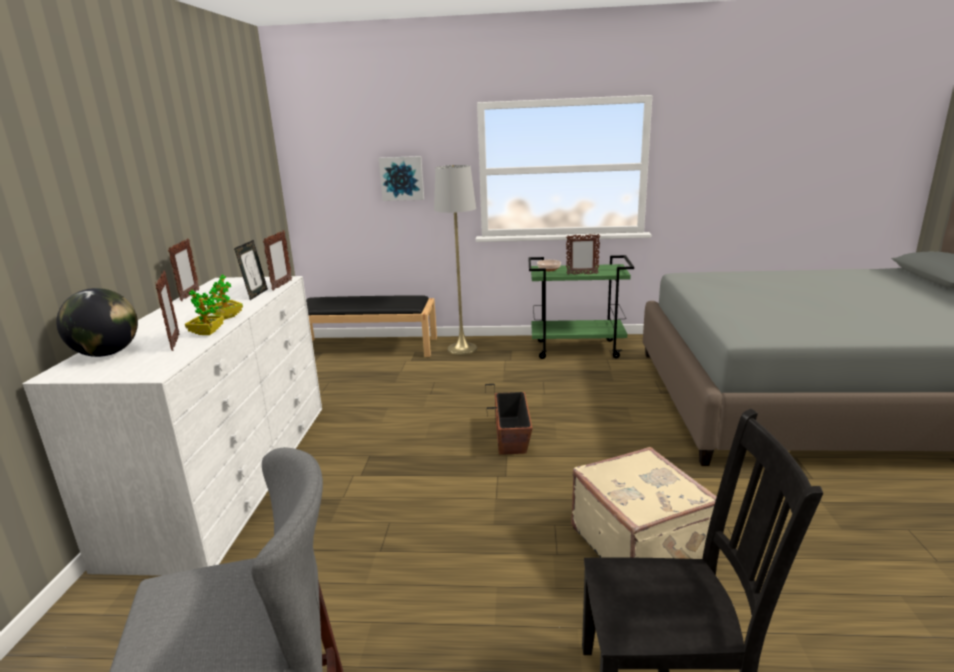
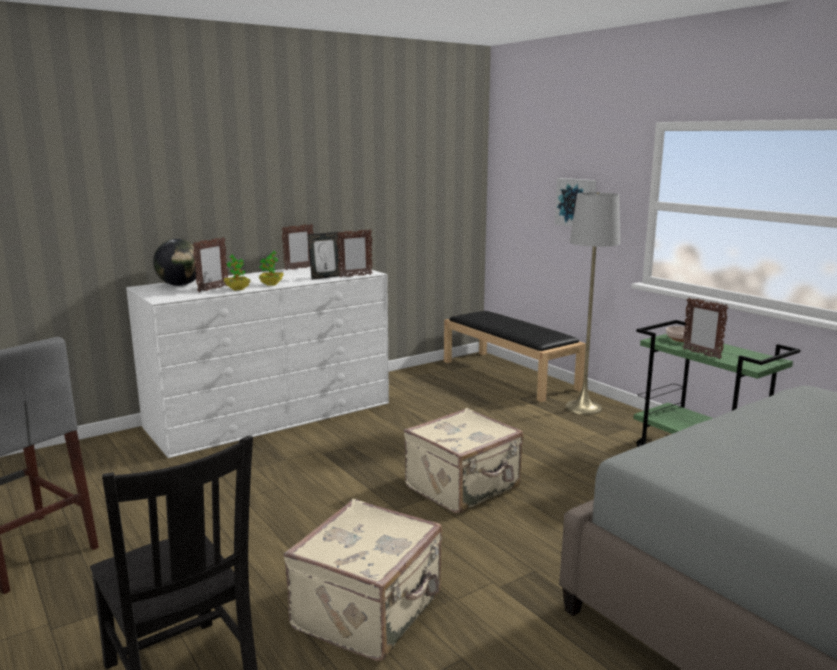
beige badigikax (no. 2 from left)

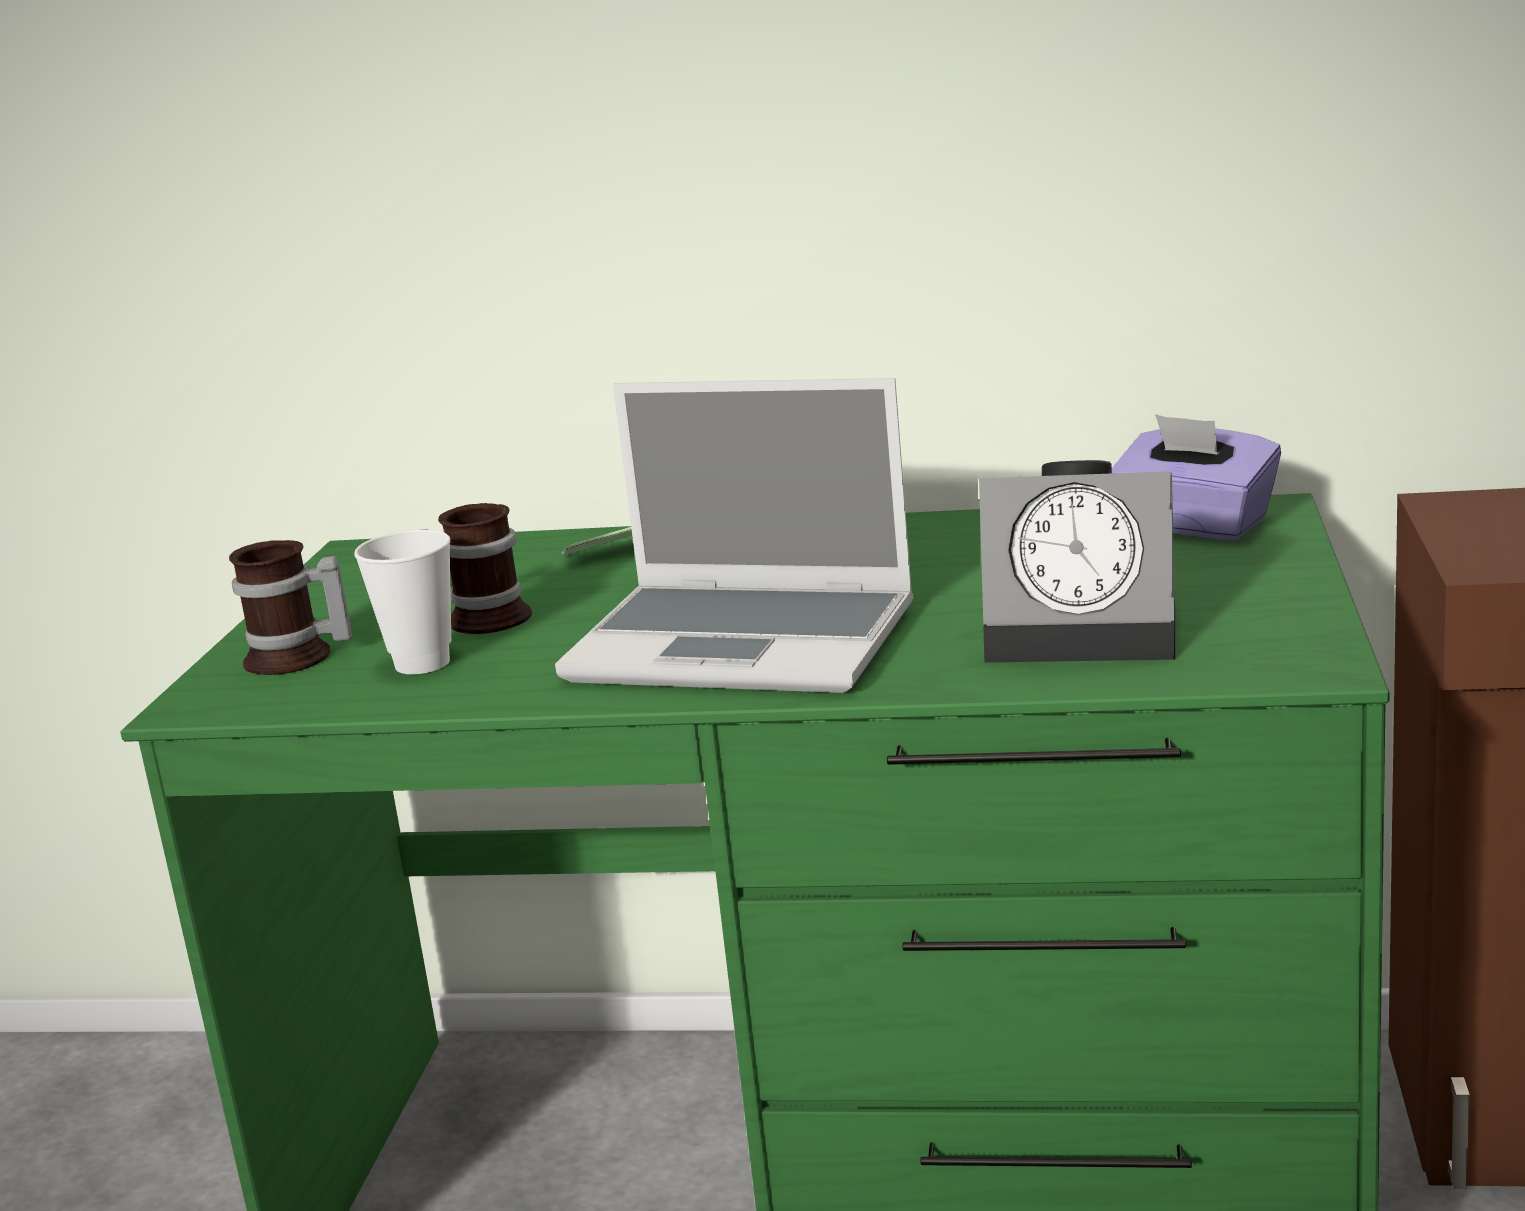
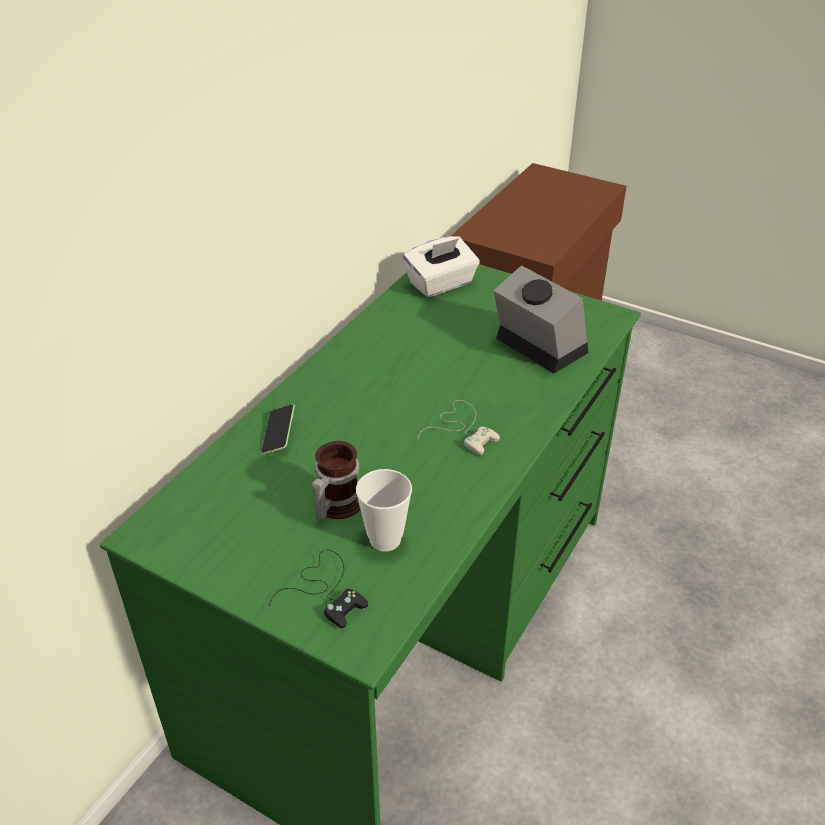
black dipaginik
white dipaginik
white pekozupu
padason

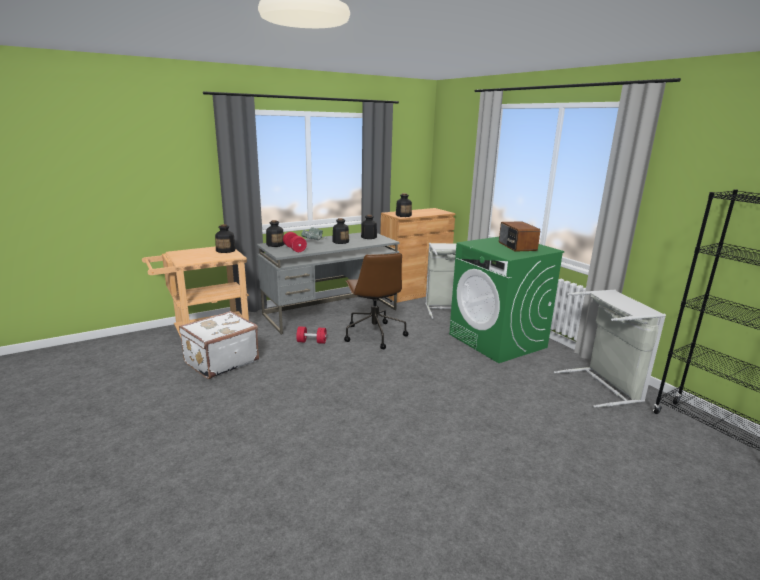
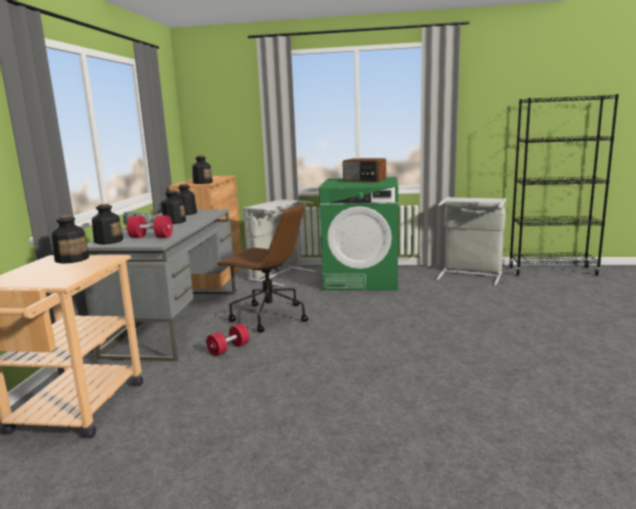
white badigikax

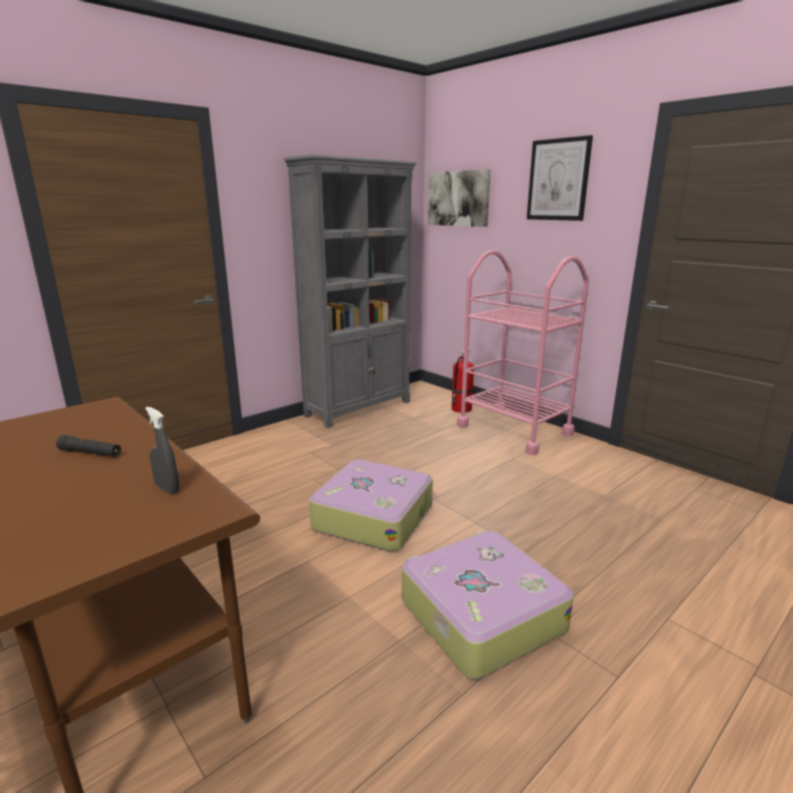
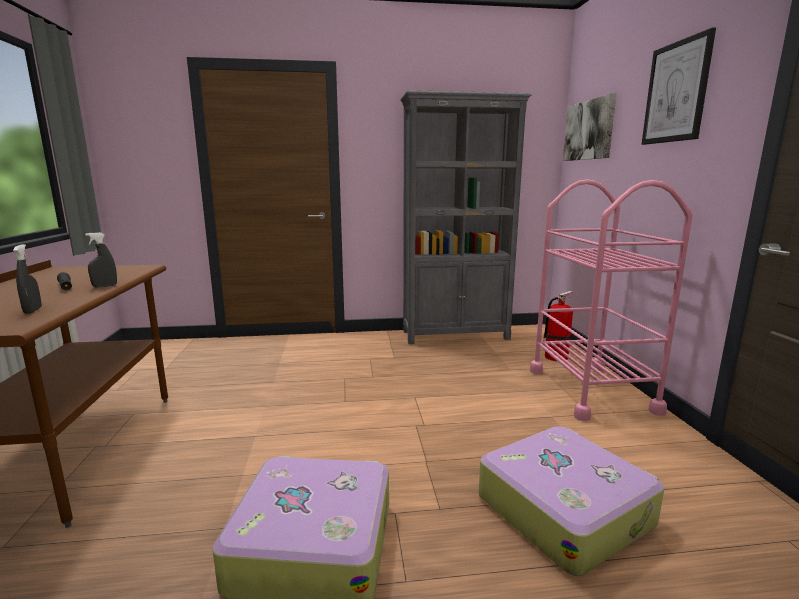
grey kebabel (no. 2 from left)
badigikax (no. 2 from left)

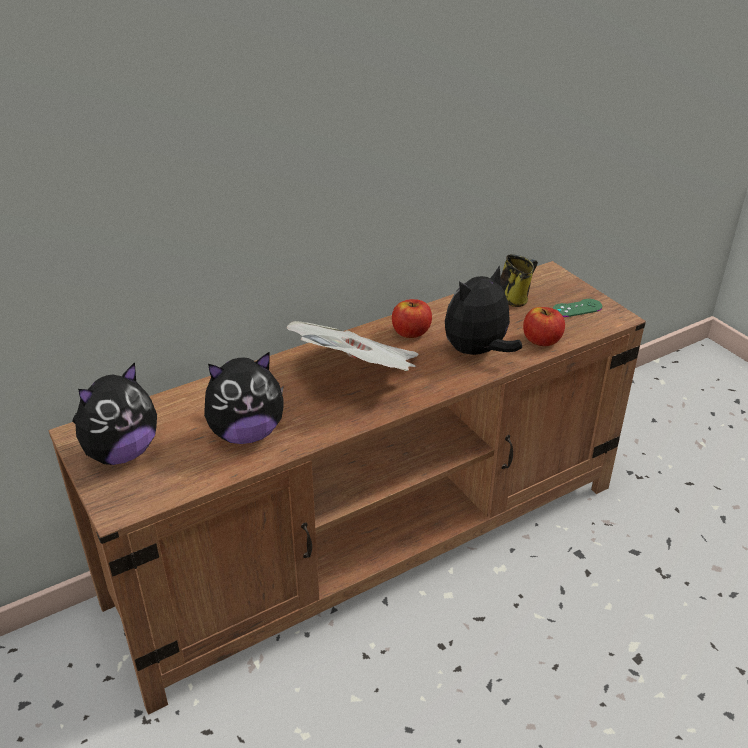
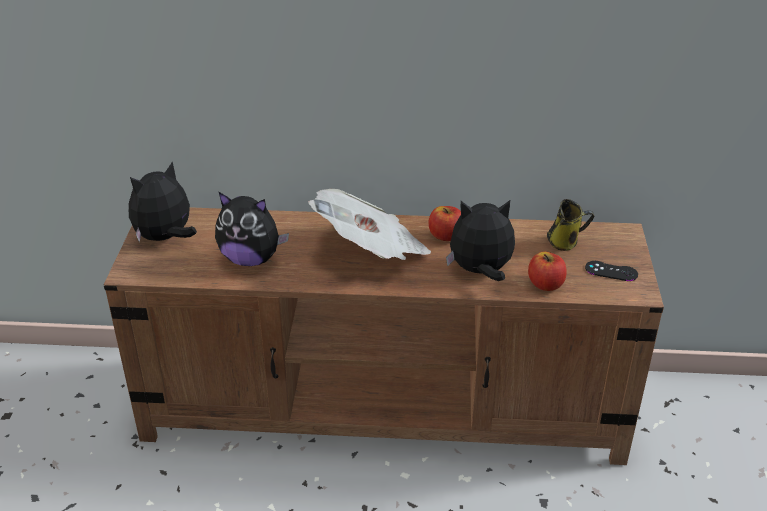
black dipaginik
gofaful (no. 1 from left)

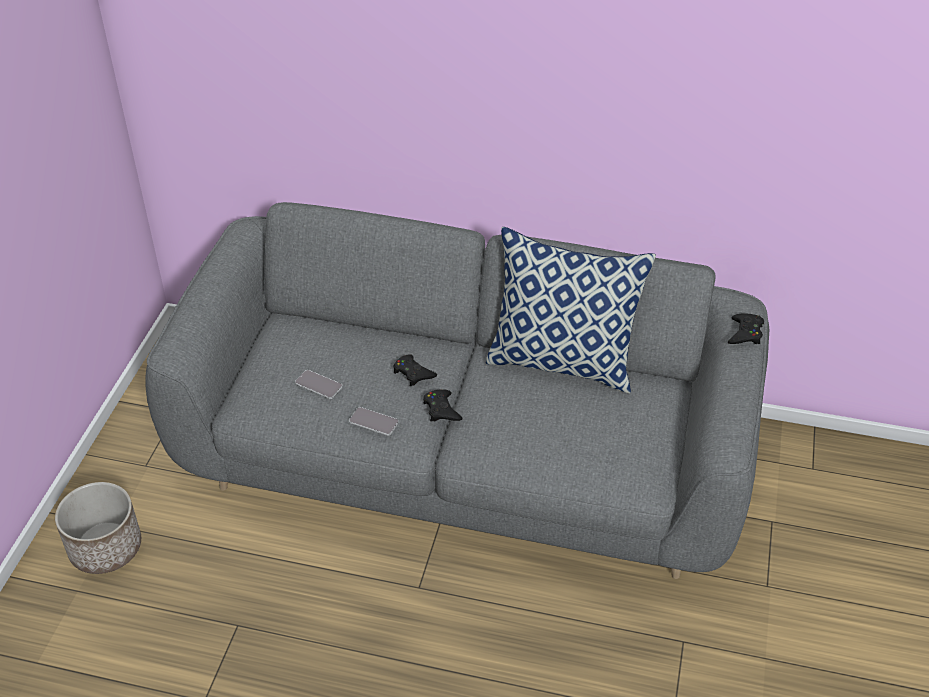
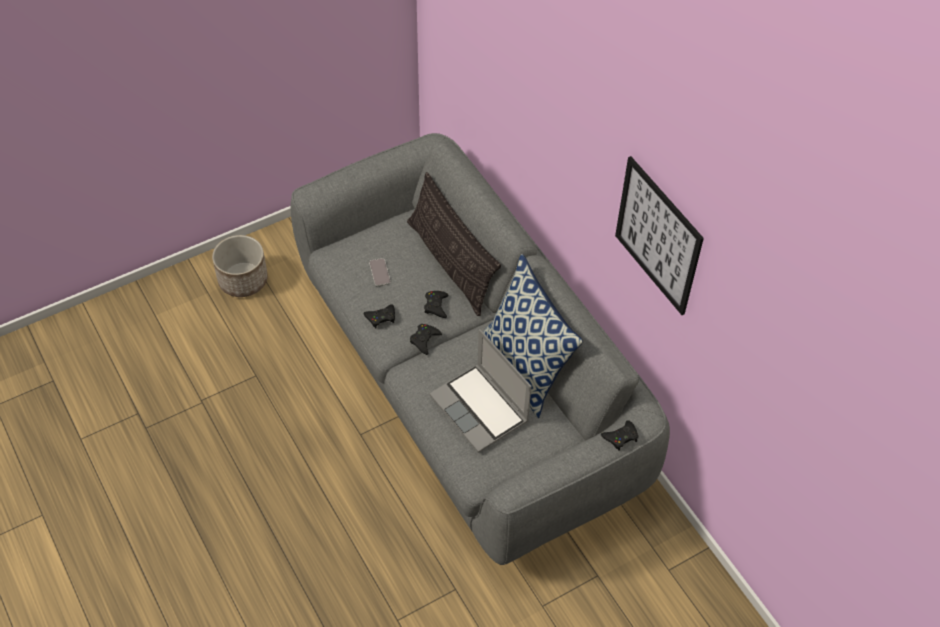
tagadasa (no. 1 from left)
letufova
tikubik
black dipaginik (no. 1 from left)

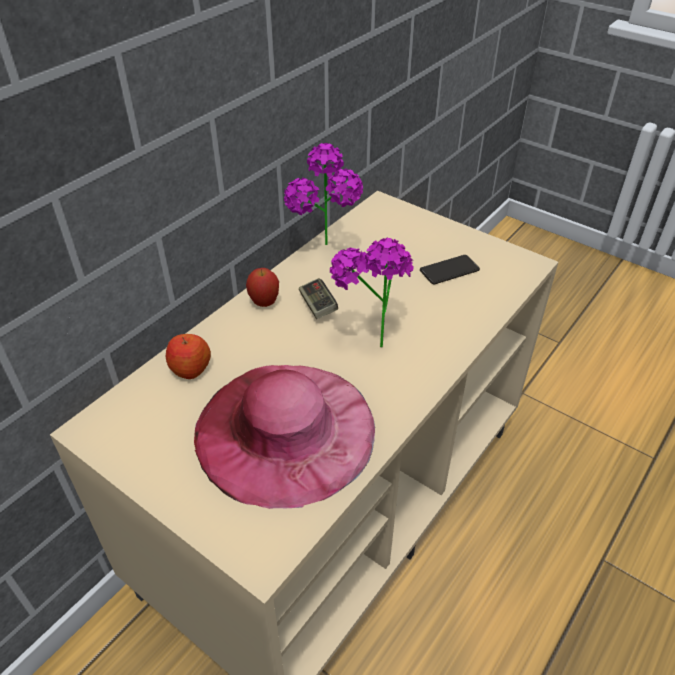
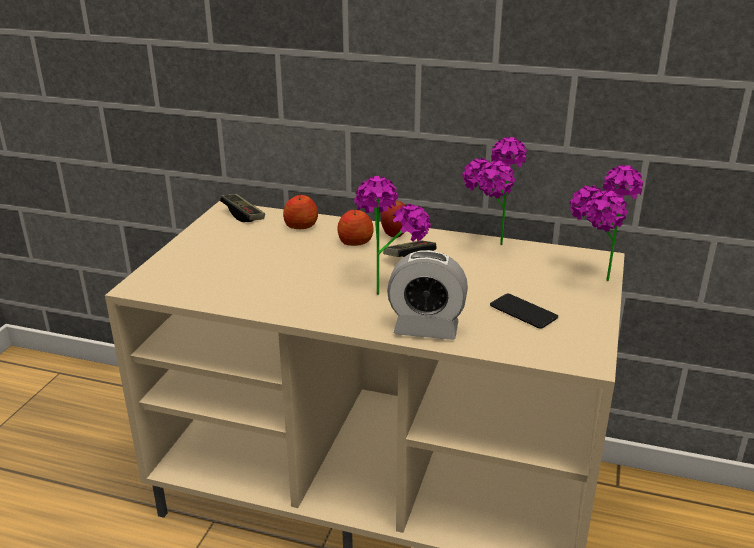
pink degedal
dipaginik (no. 1 from left)
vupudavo (no. 2 from left)
padason
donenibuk (no. 3 from left)

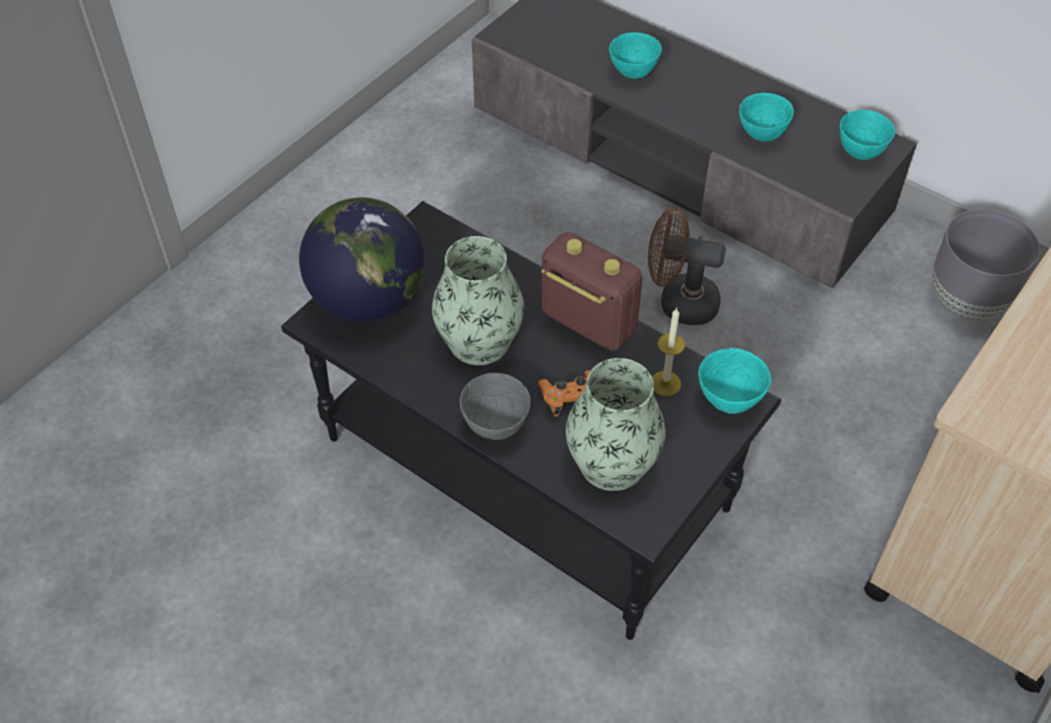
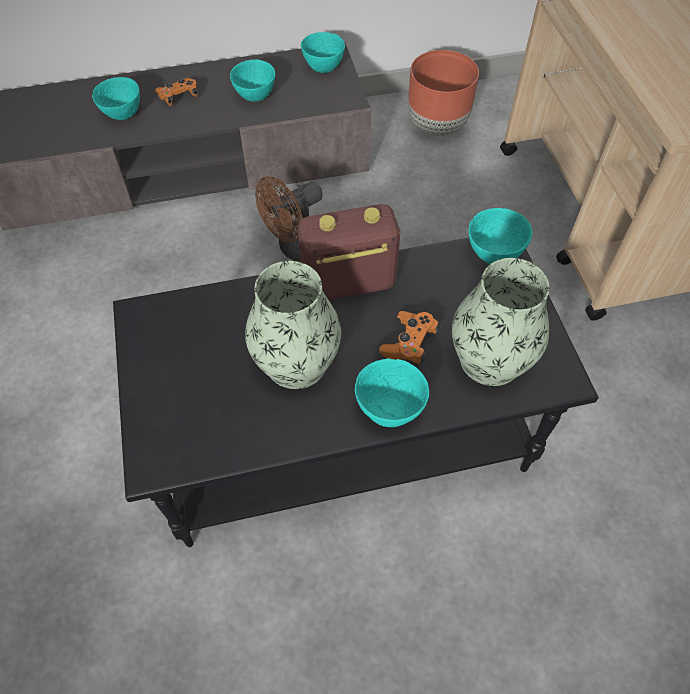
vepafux
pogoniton
orange dipaginik (no. 1 from left)
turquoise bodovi (no. 4 from left)
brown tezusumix

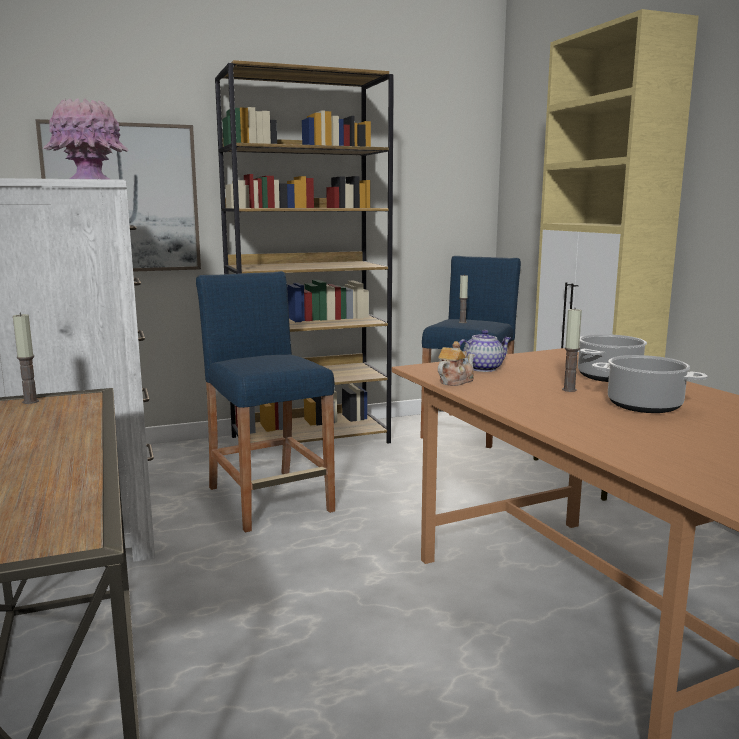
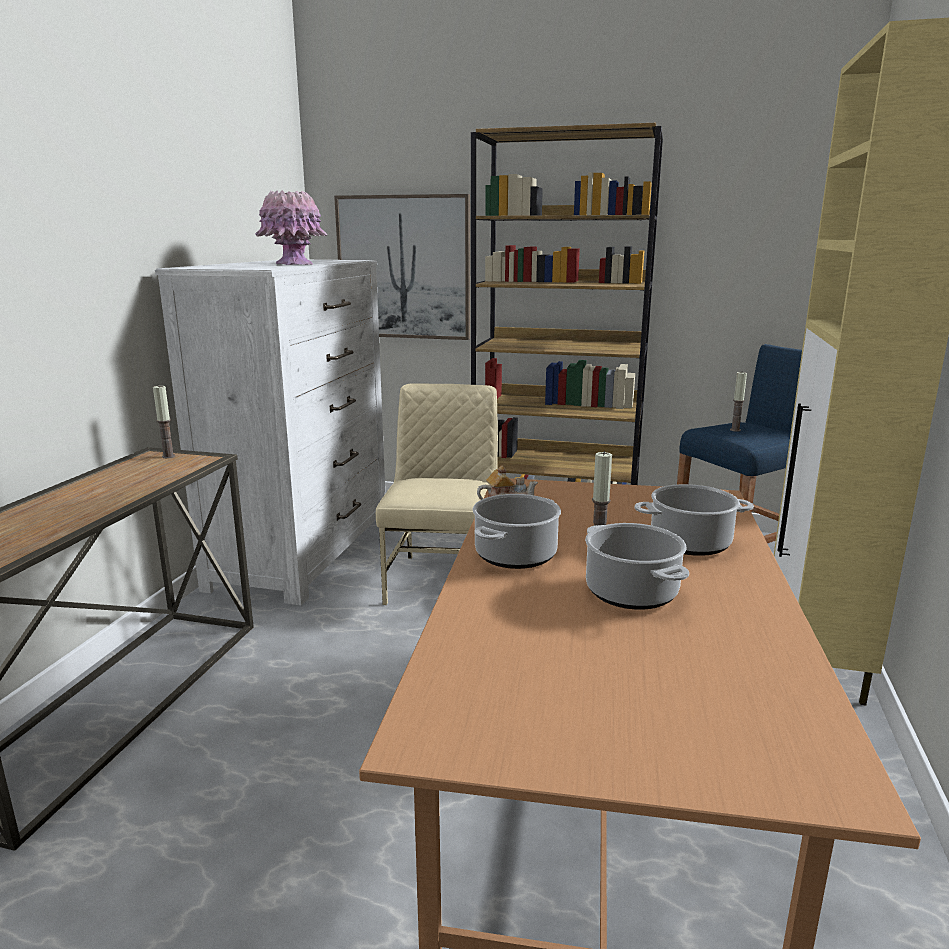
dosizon (no. 2 from left in the first image)
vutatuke (no. 1 from left)
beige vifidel

